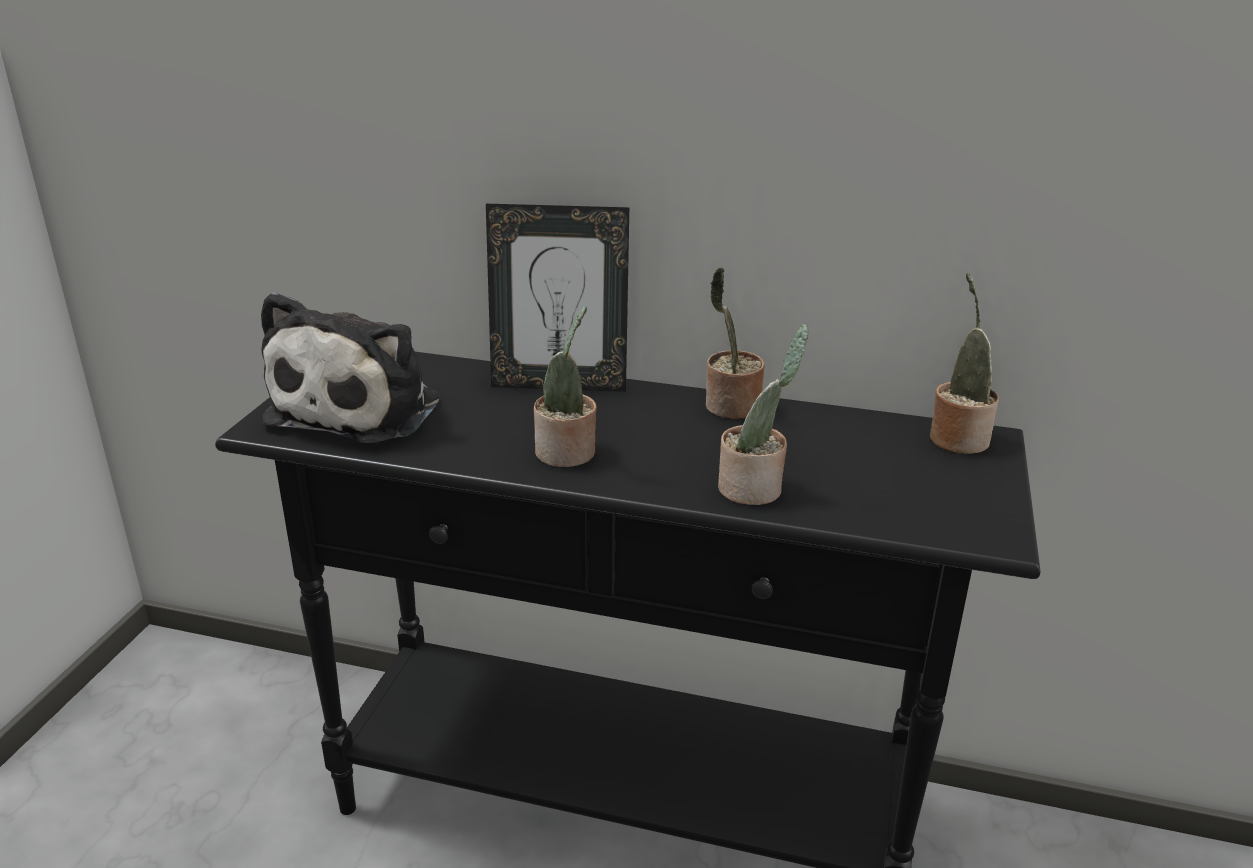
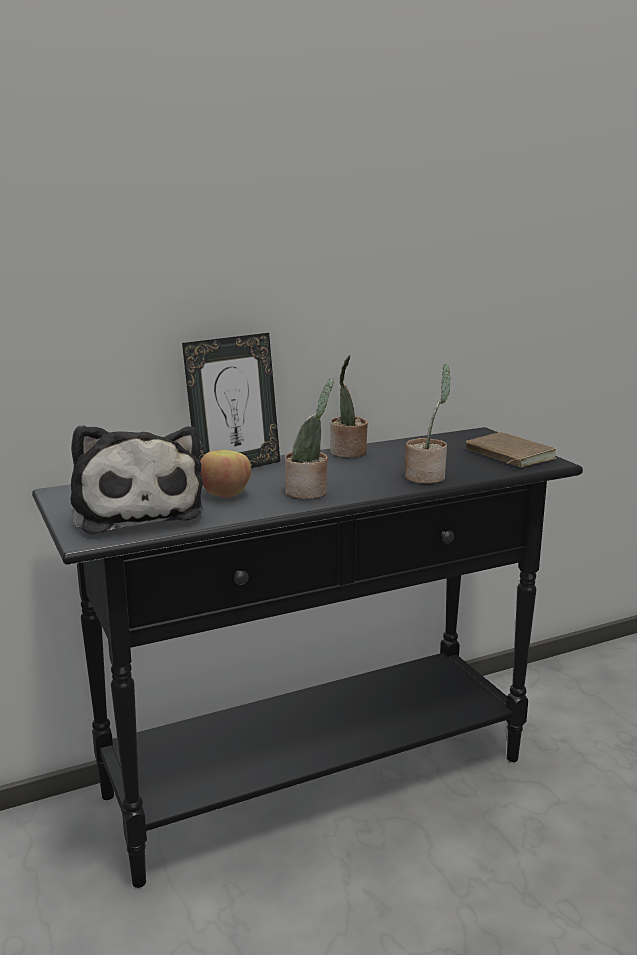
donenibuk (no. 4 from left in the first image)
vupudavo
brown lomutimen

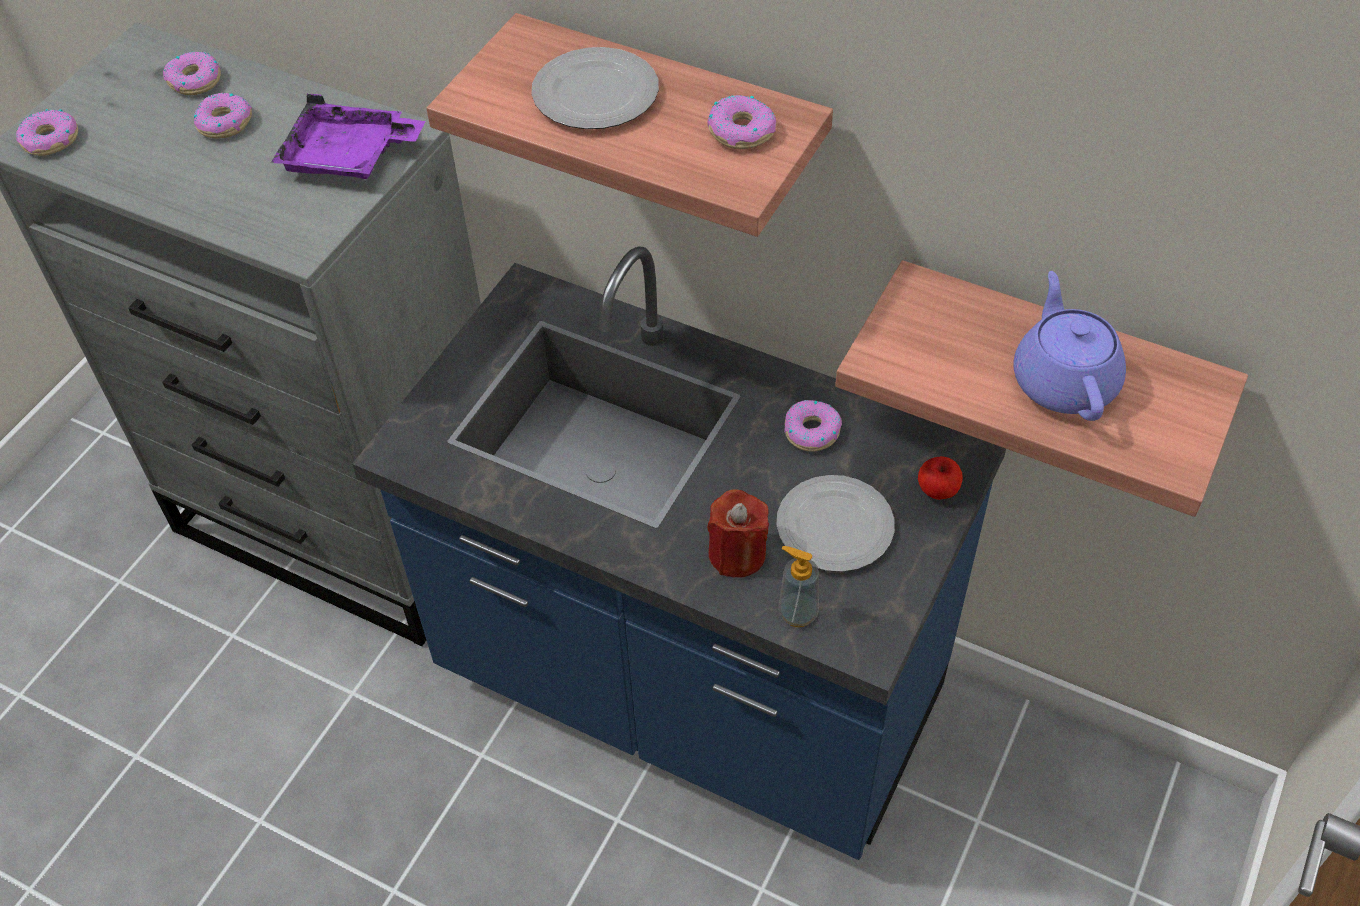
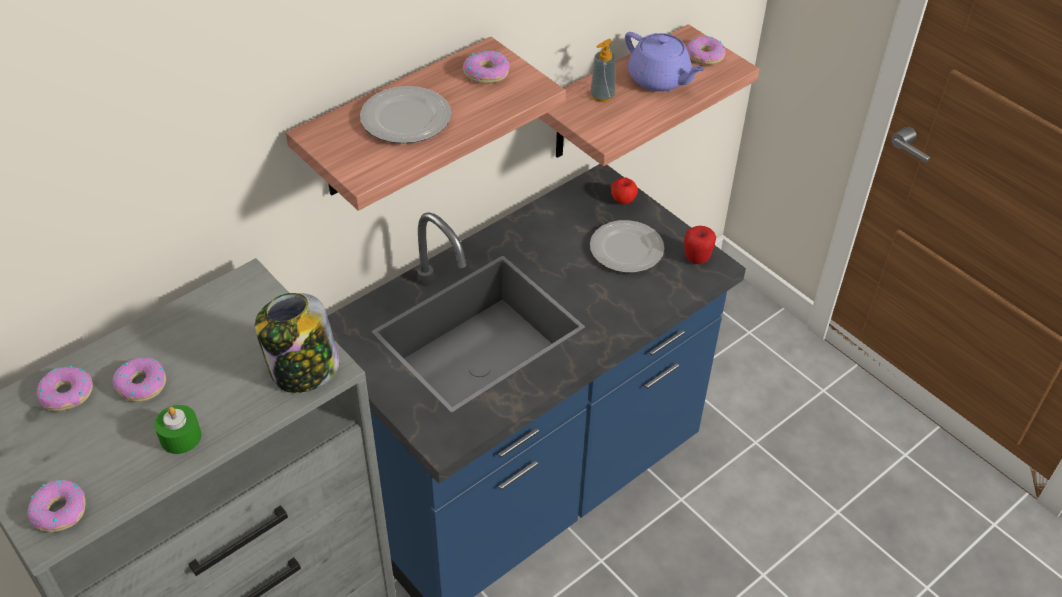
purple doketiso
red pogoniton
green pogoniton
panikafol
vupudavo (no. 2 from left)
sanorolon
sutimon (no. 5 from left)
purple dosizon

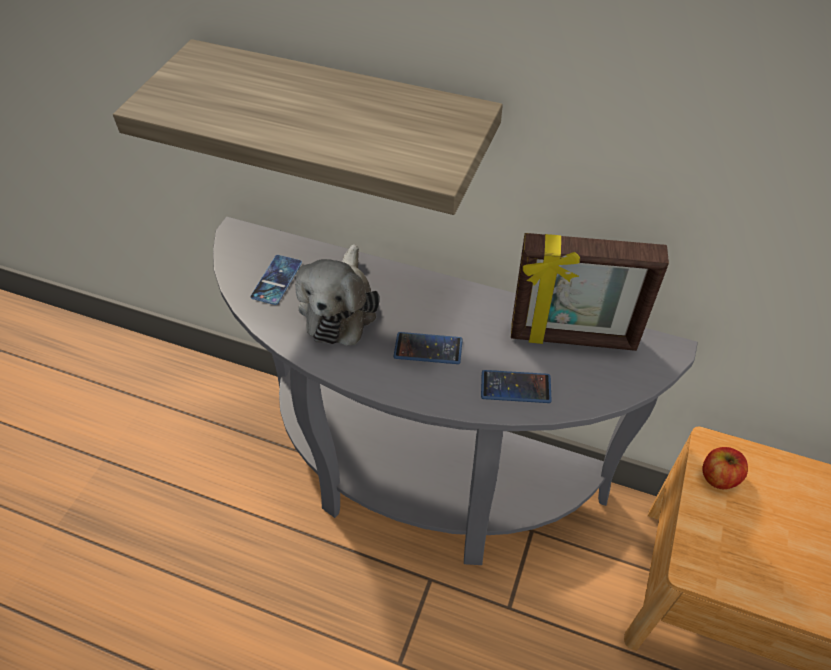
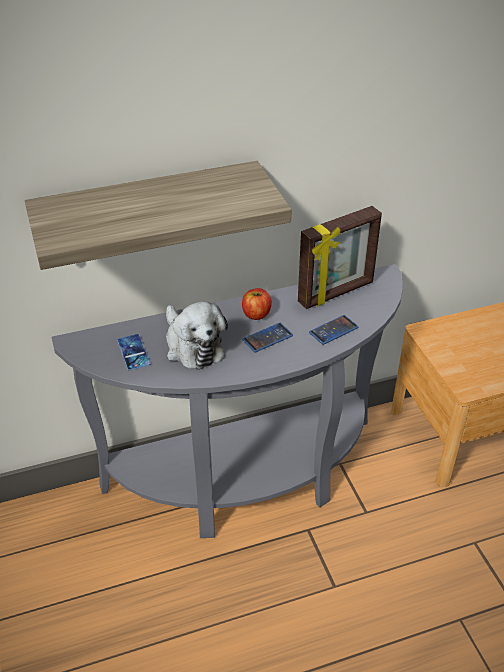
vupudavo

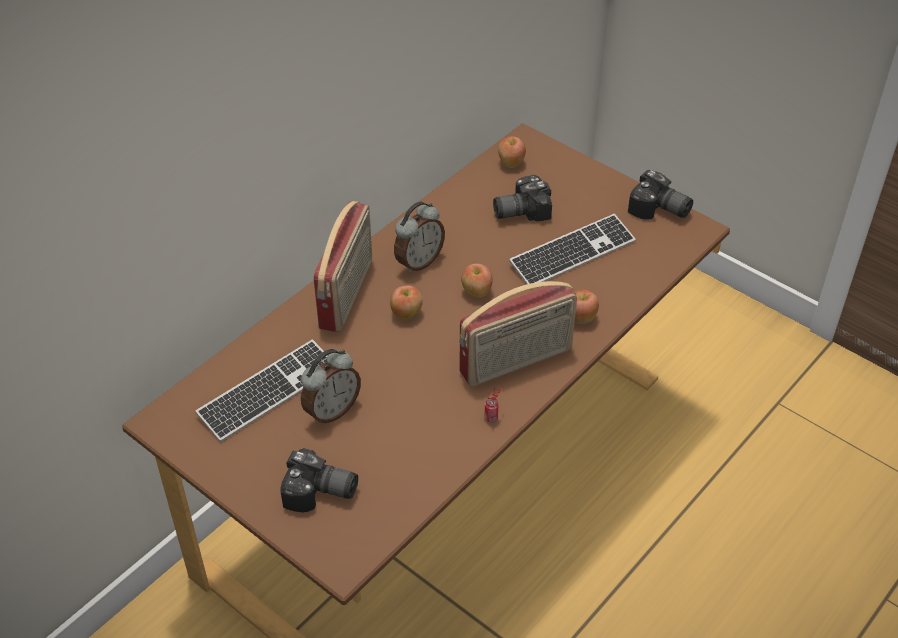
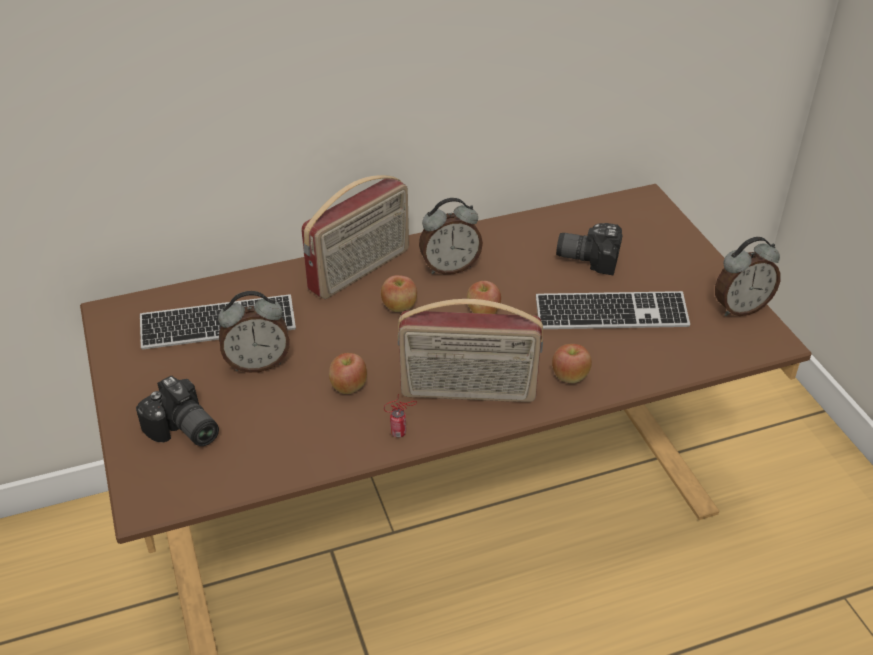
vupudavo (no. 1 from left)
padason (no. 3 from left)

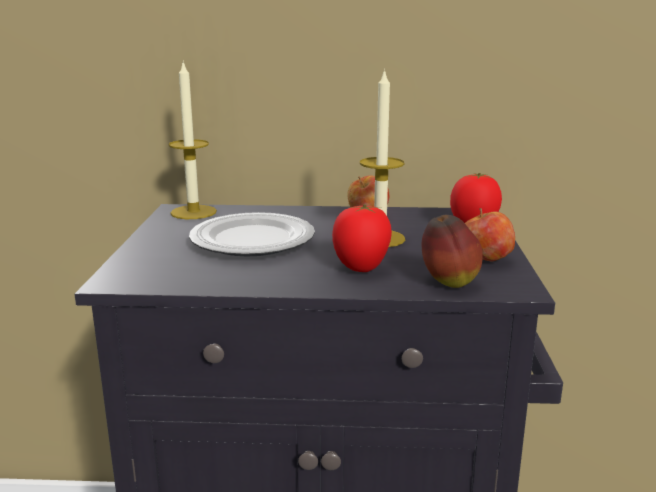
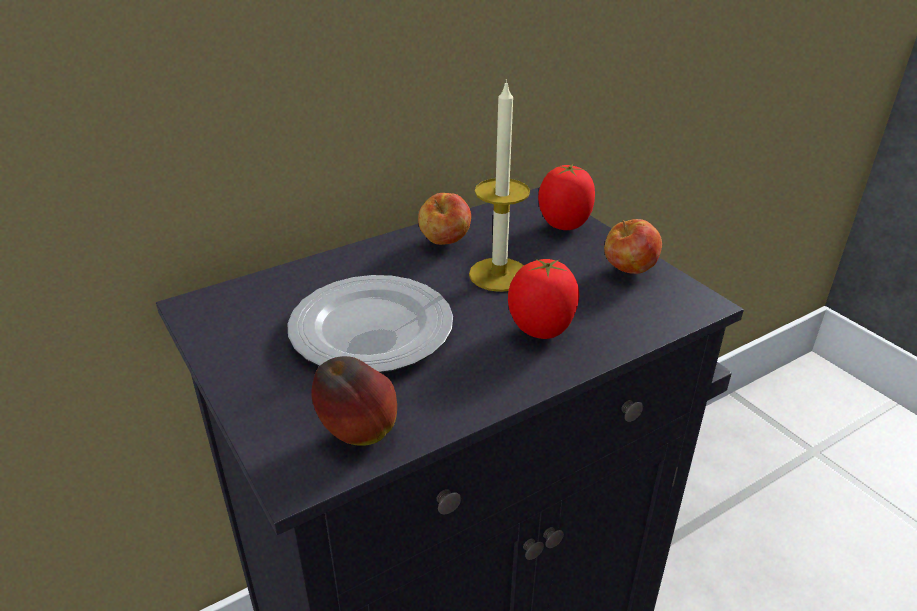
pogoniton (no. 1 from left in the first image)
vupudavo (no. 1 from left)

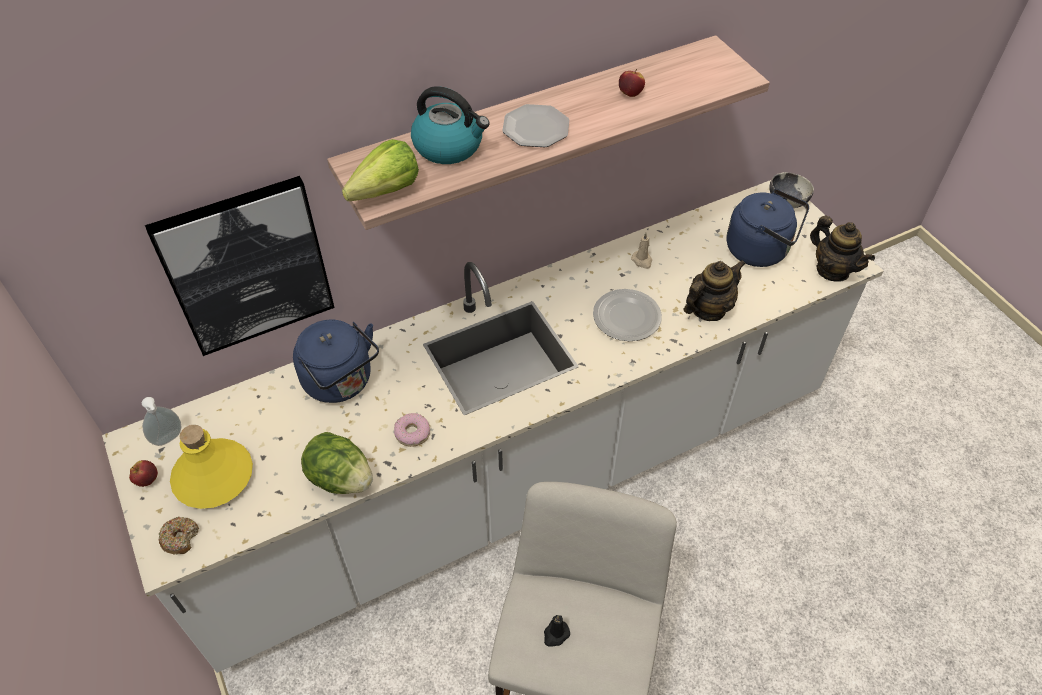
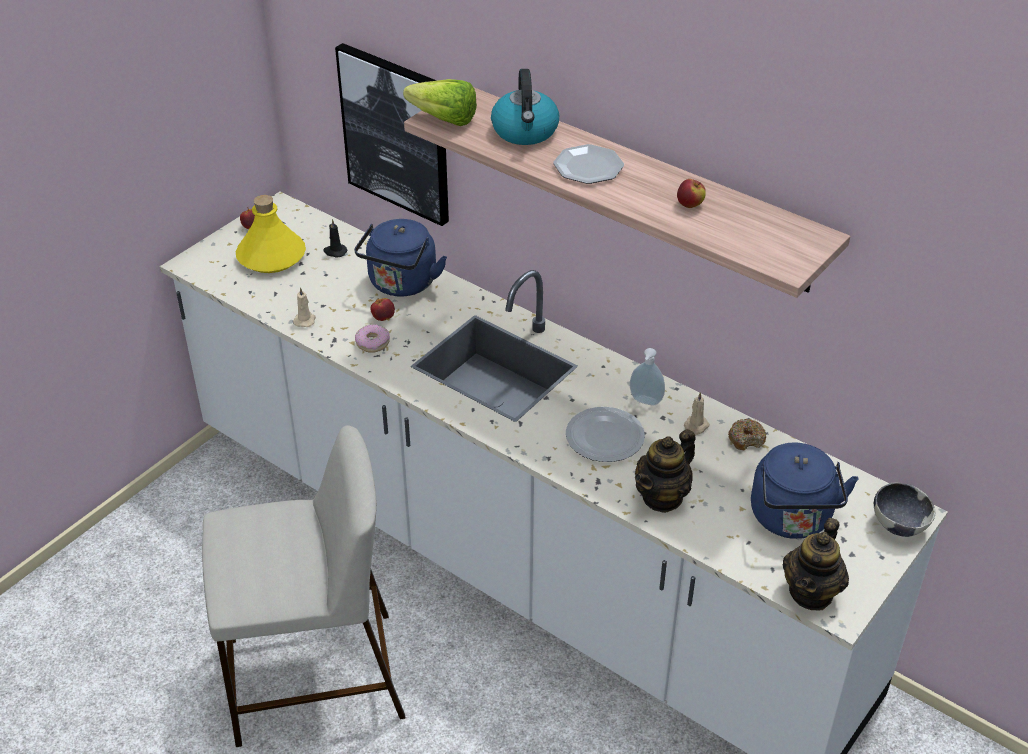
vupudavo (no. 2 from left)
sanorolon
sutimon (no. 2 from left)
black pogoniton
beige pogoniton (no. 1 from left)
dosizon (no. 1 from left)

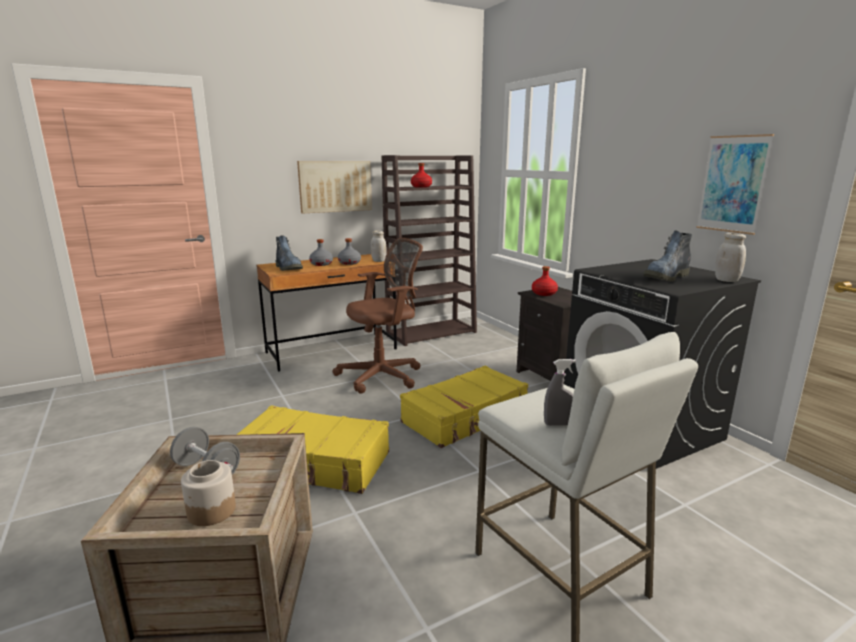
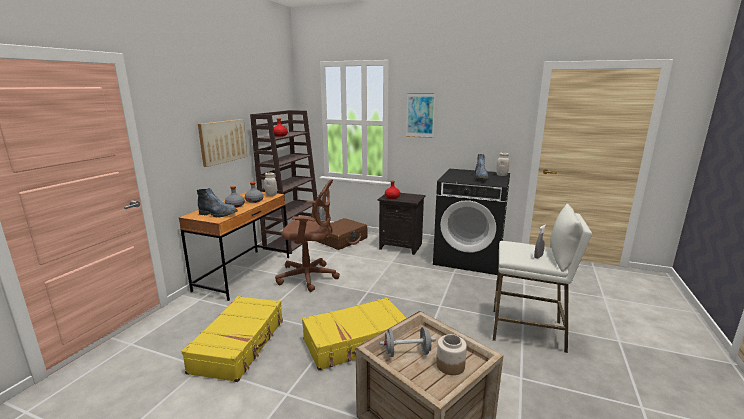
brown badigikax
yellow badigikax (no. 1 from left)
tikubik (no. 2 from left)
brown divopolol

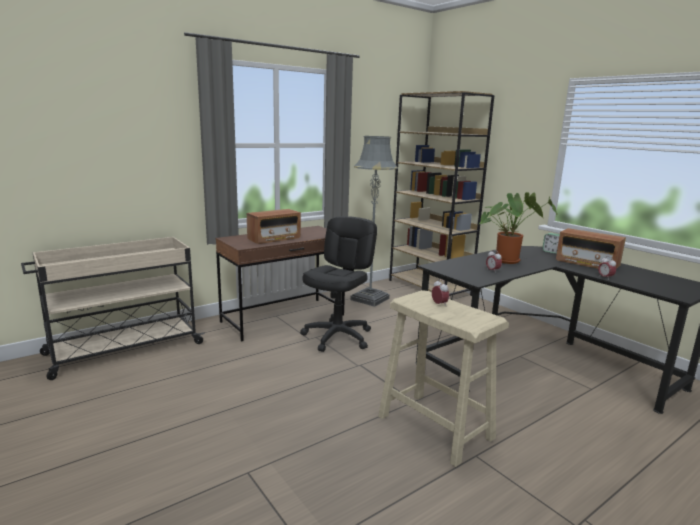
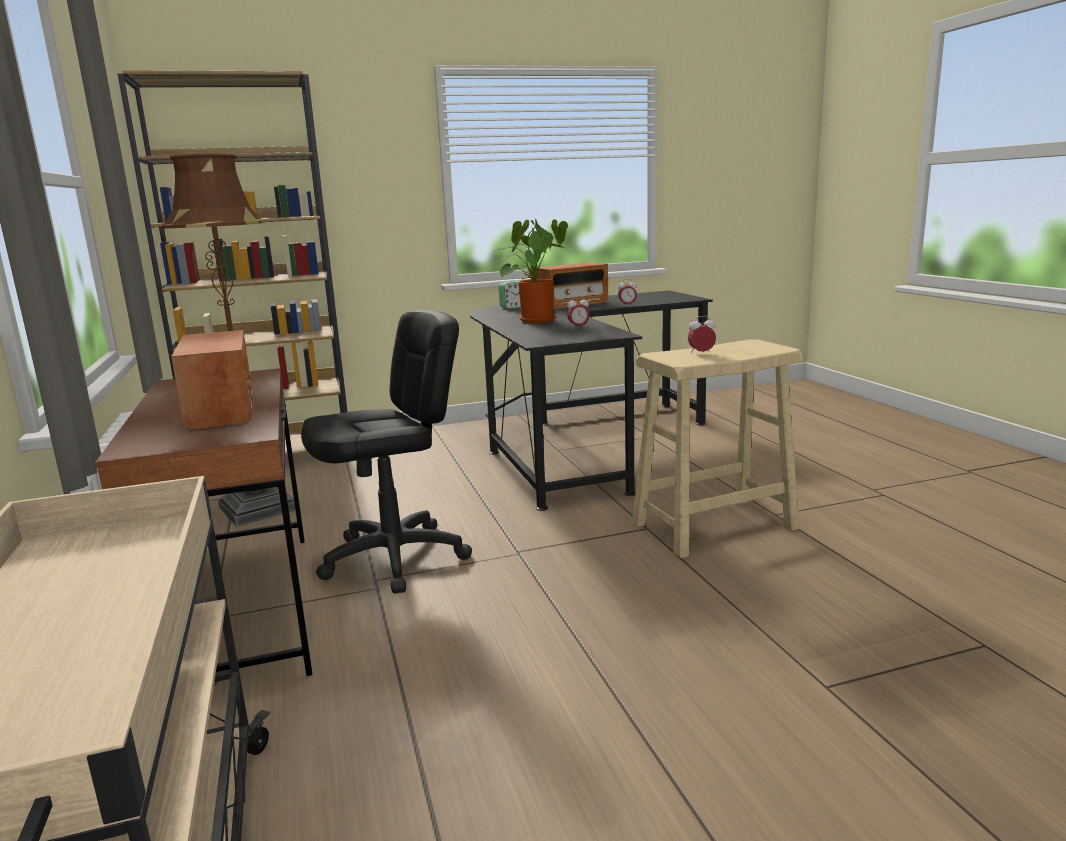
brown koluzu
black divopolol

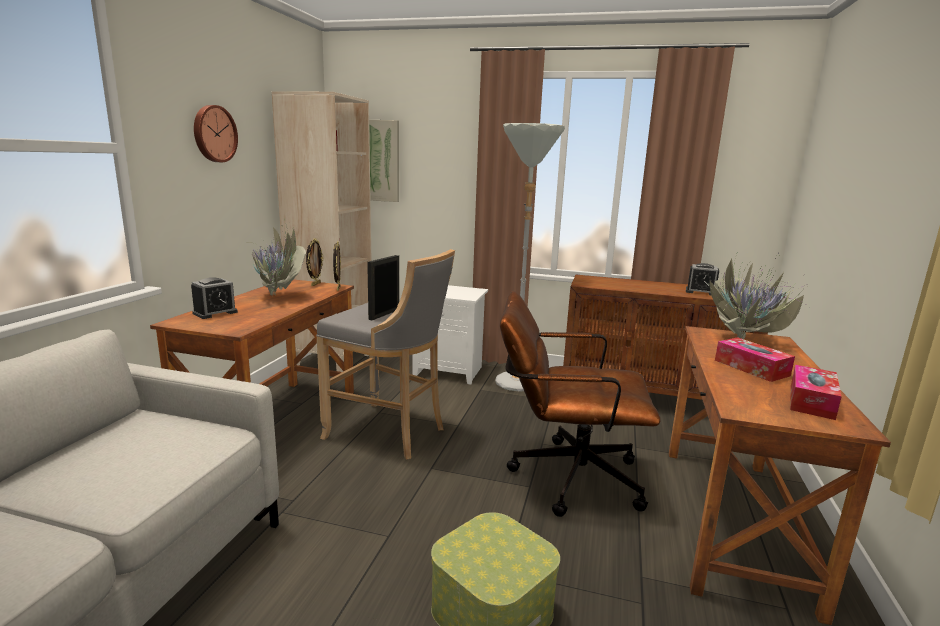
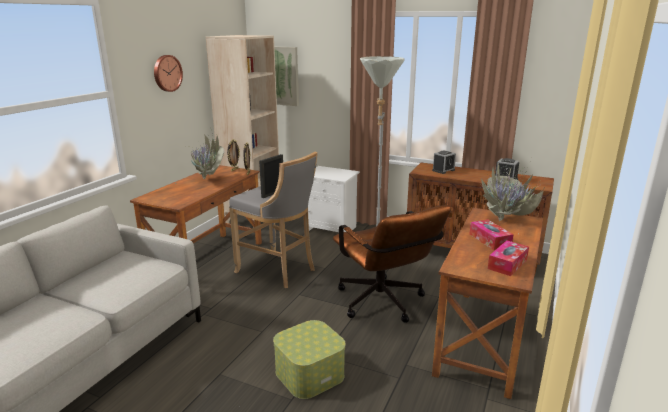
padason (no. 1 from left)
brown divopolol

